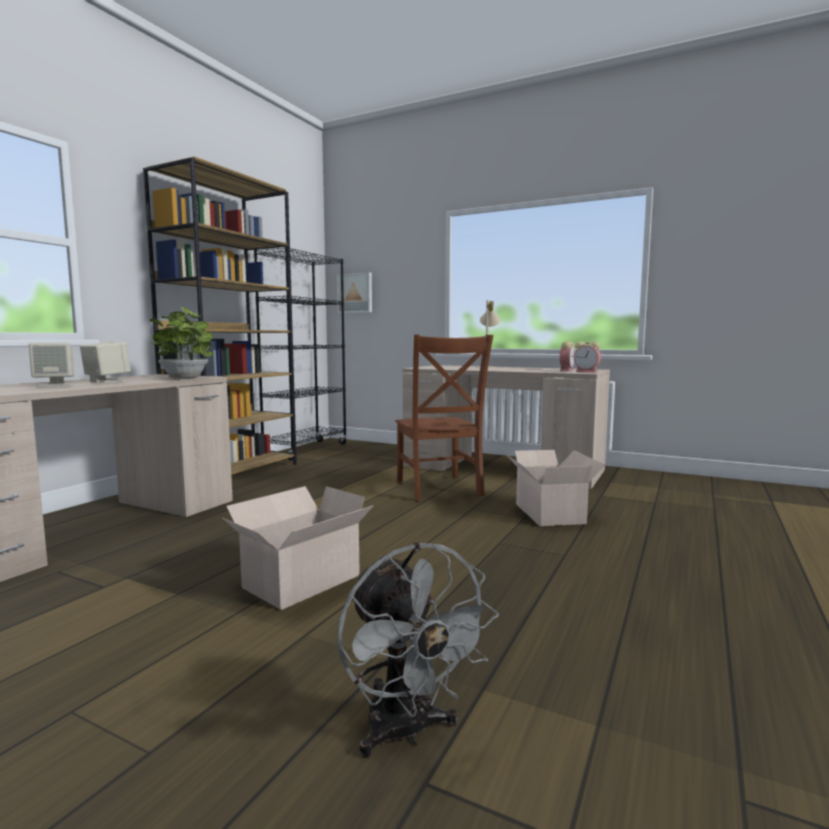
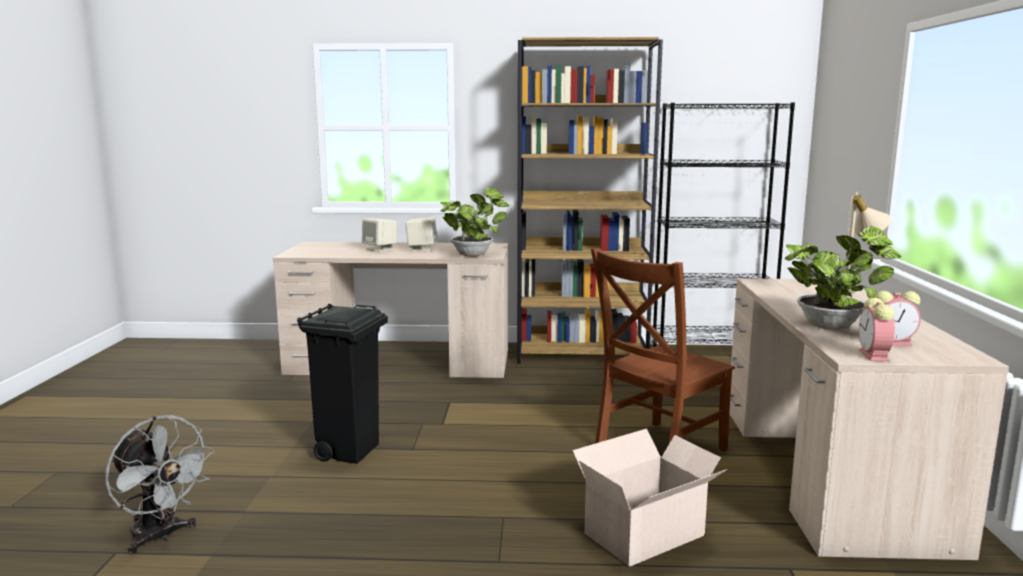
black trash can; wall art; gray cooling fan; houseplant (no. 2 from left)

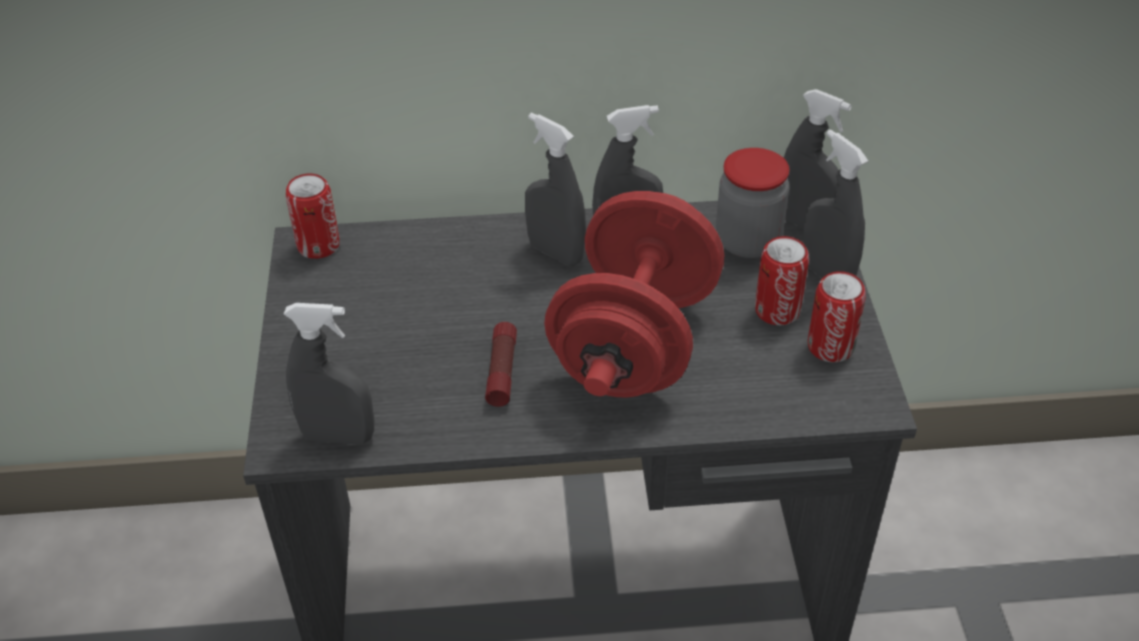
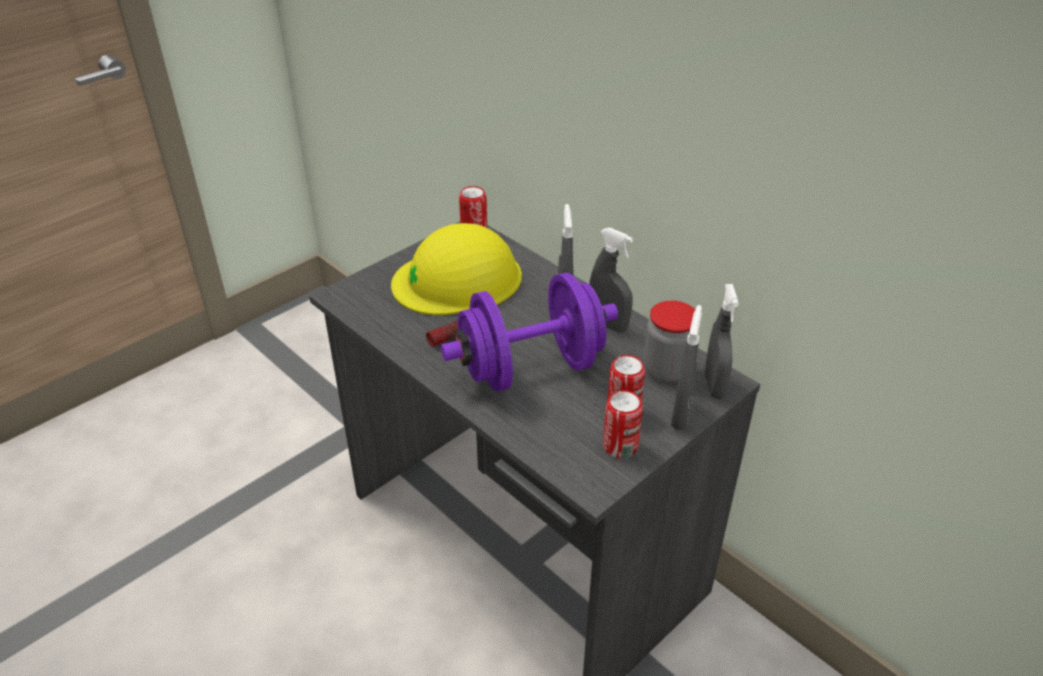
gray hand sprayer (no. 1 from left in the first image); purple-coloured dumbbell; yellow work helmet

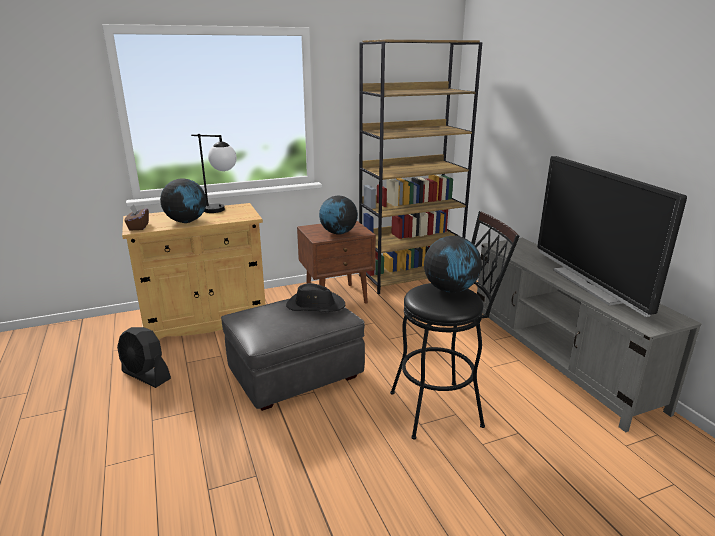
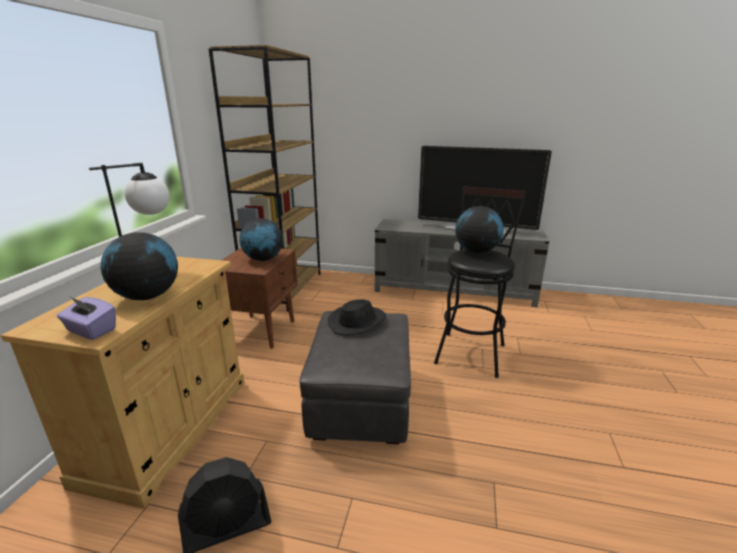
purple-coloured tissue holder

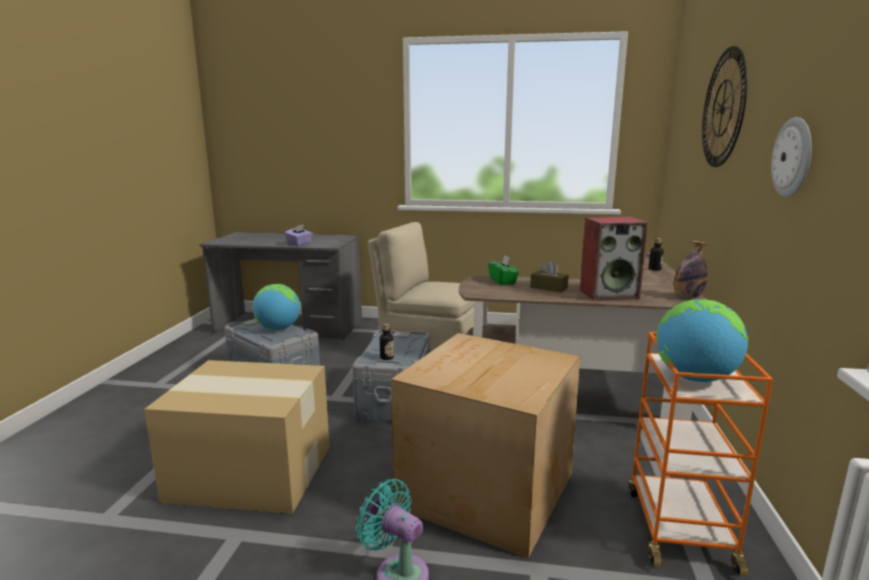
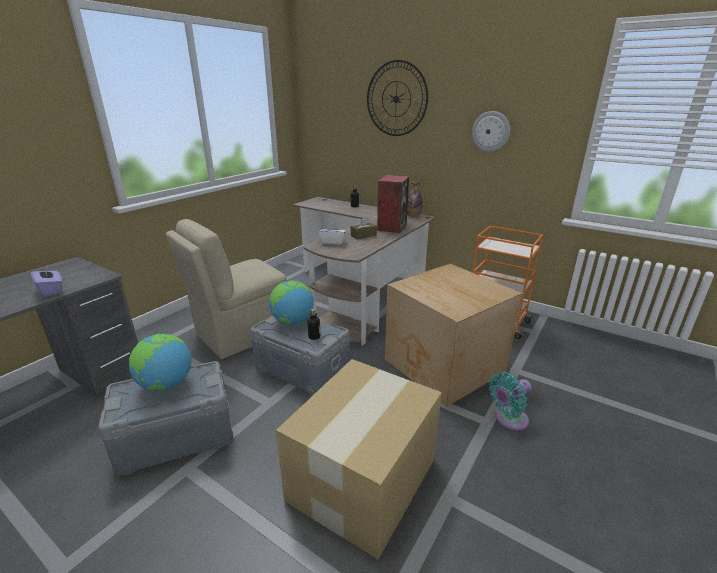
whitish tissue holder; world globe (no. 2 from left)

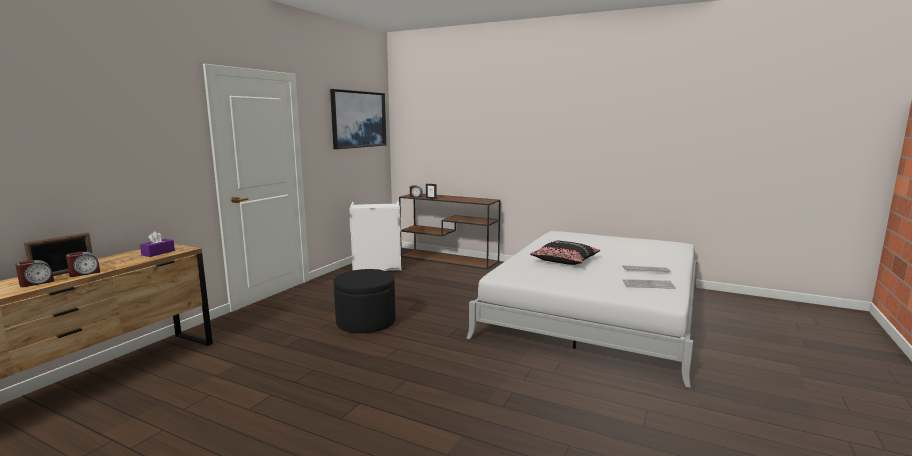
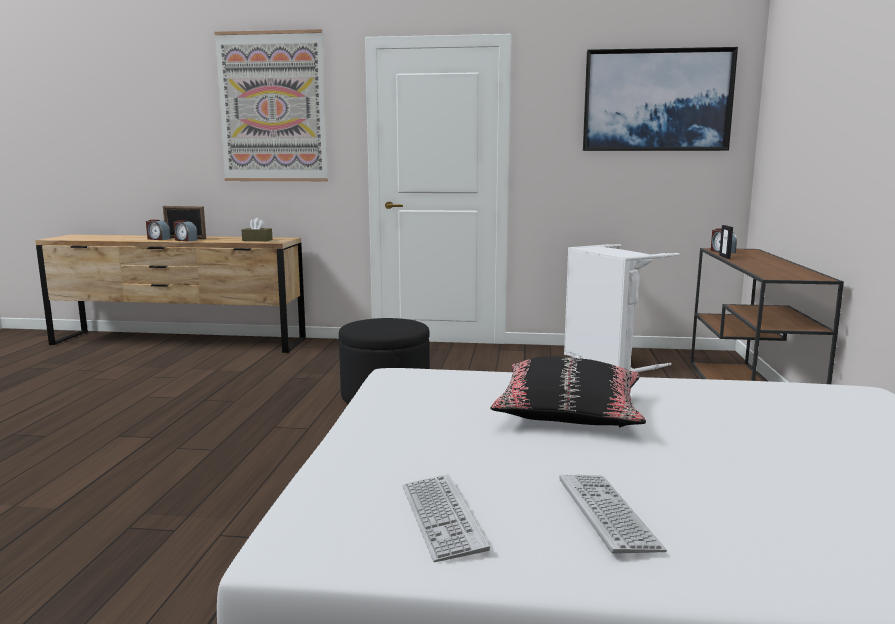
brown-coloured tissue holder; wall art (no. 1 from left)

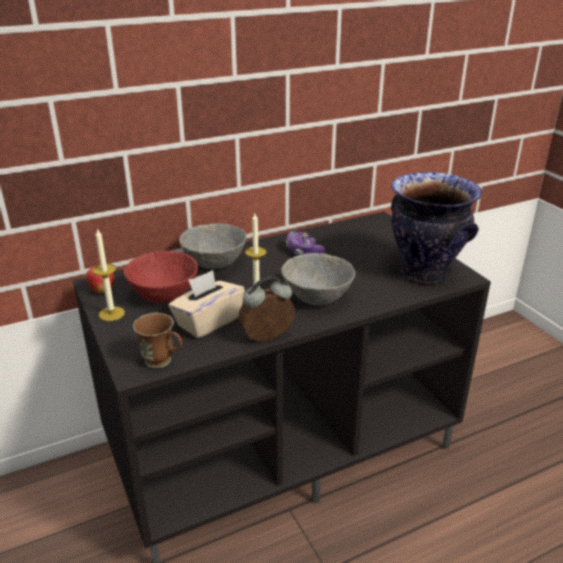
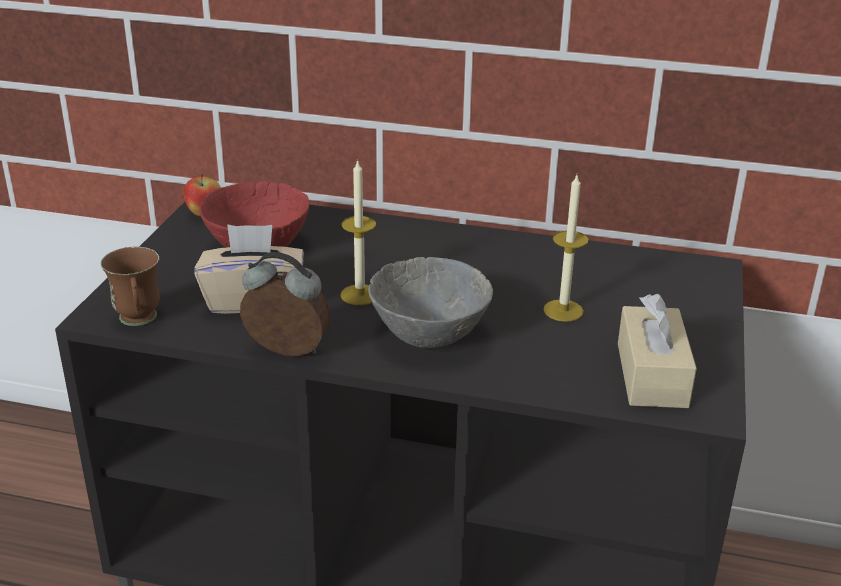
candle (no. 2 from left); gray bowl (no. 1 from left in the first image); game controller; sand-coloured tissue holder (no. 2 from left)

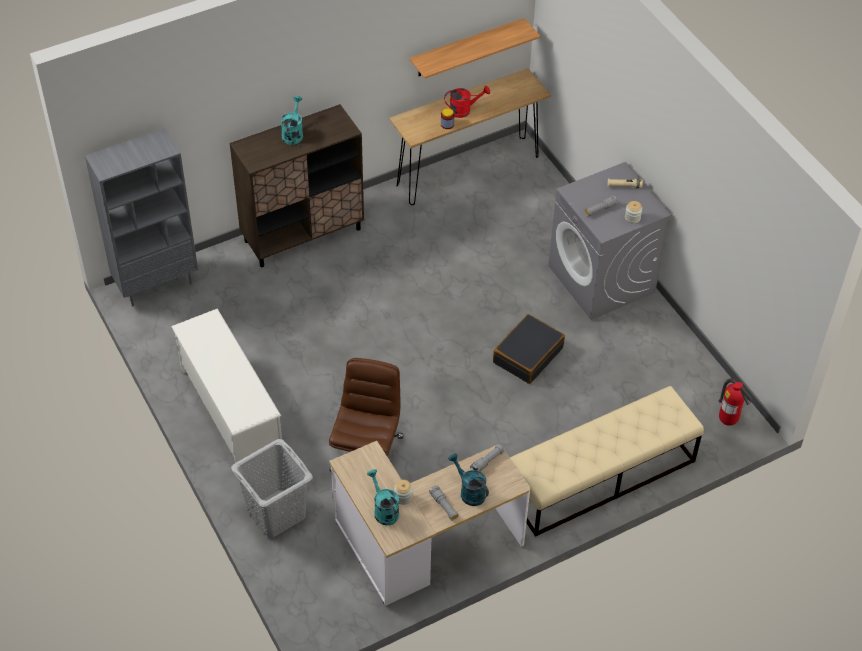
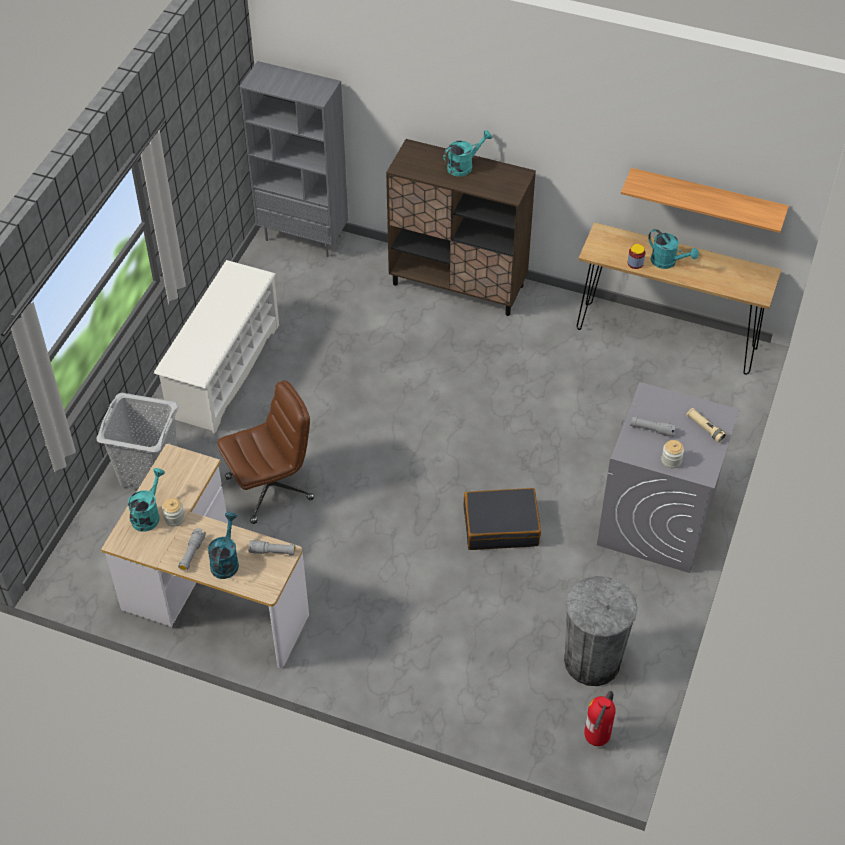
turquoise-coloured watering can (no. 4 from left); sand-coloured bench; gray trash can

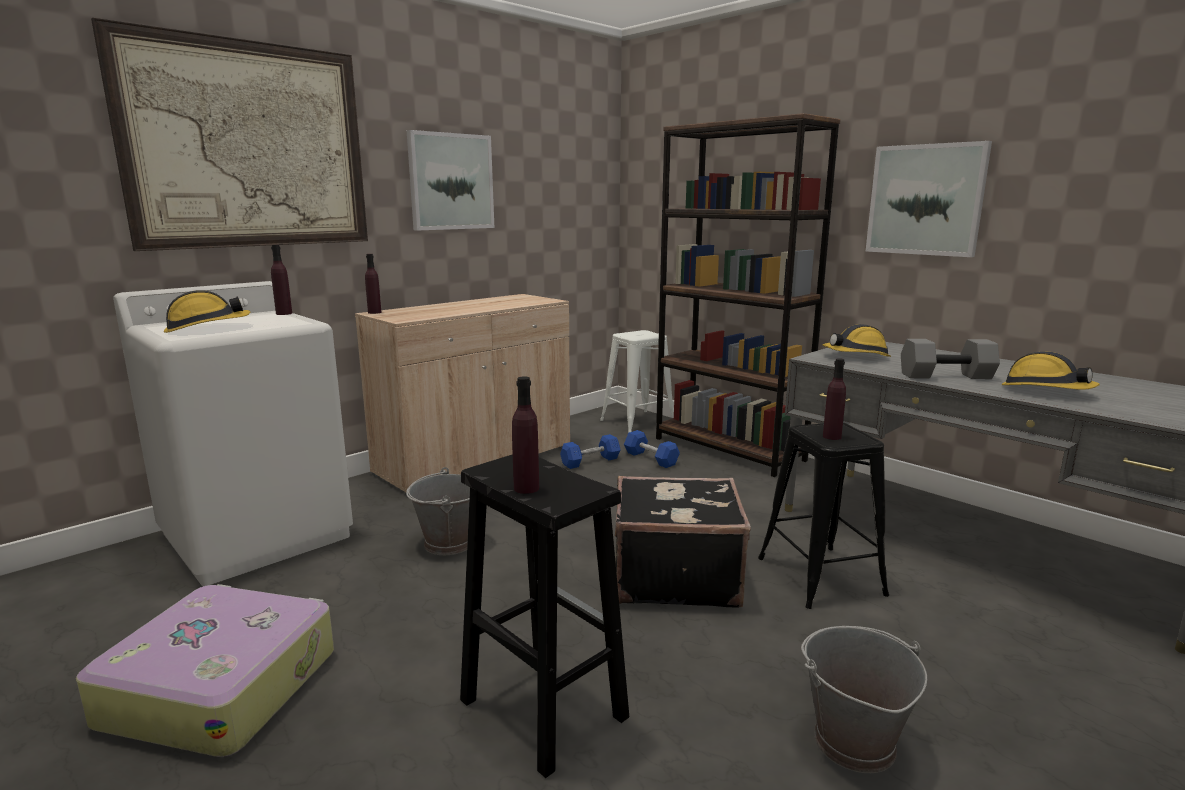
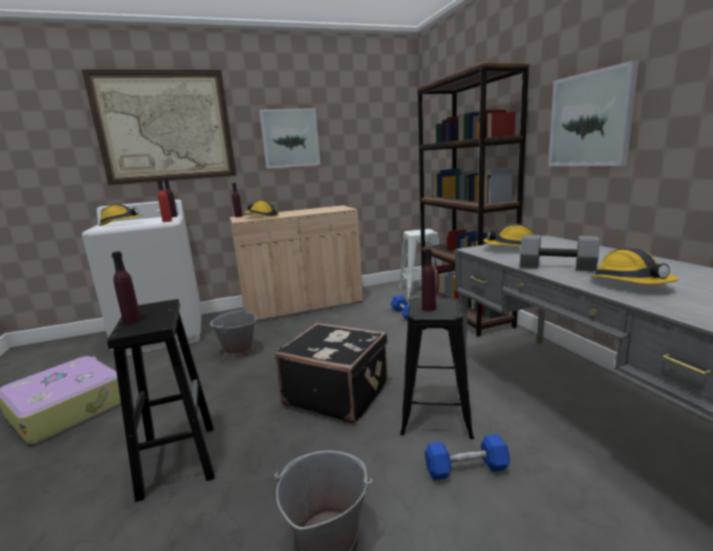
bluish dumbbell (no. 2 from left); reddish bottle; work helmet (no. 2 from left)

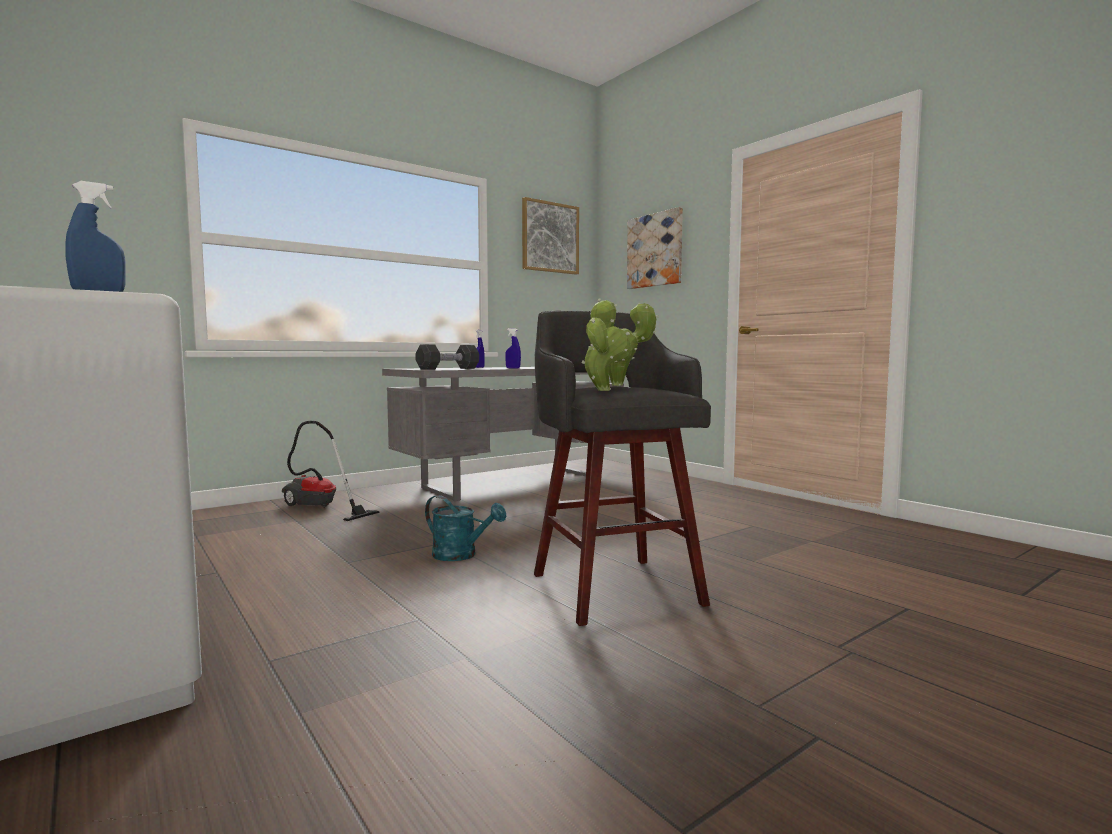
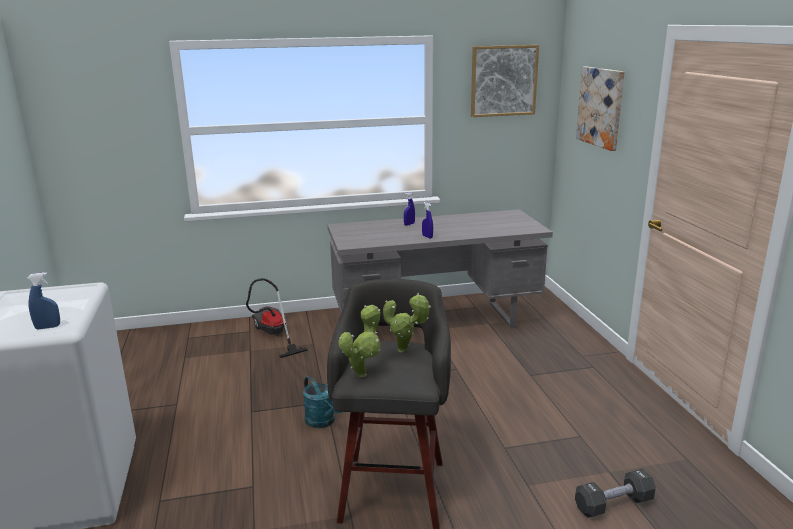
black dumbbell

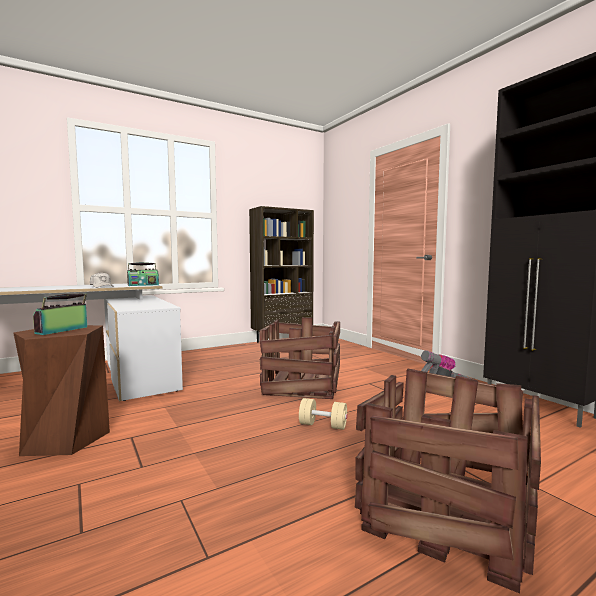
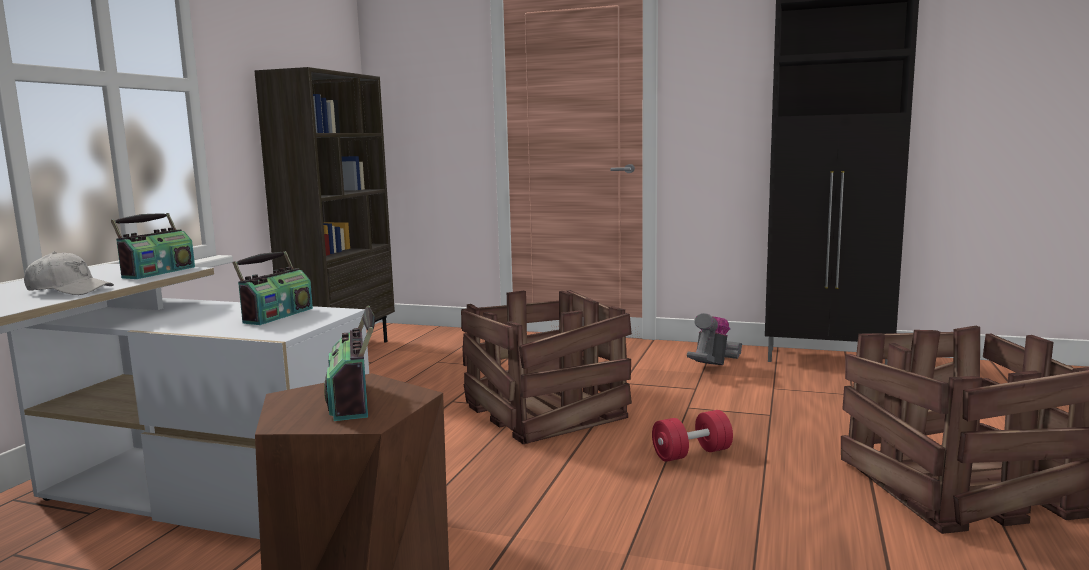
reddish dumbbell; radio set (no. 2 from left)

